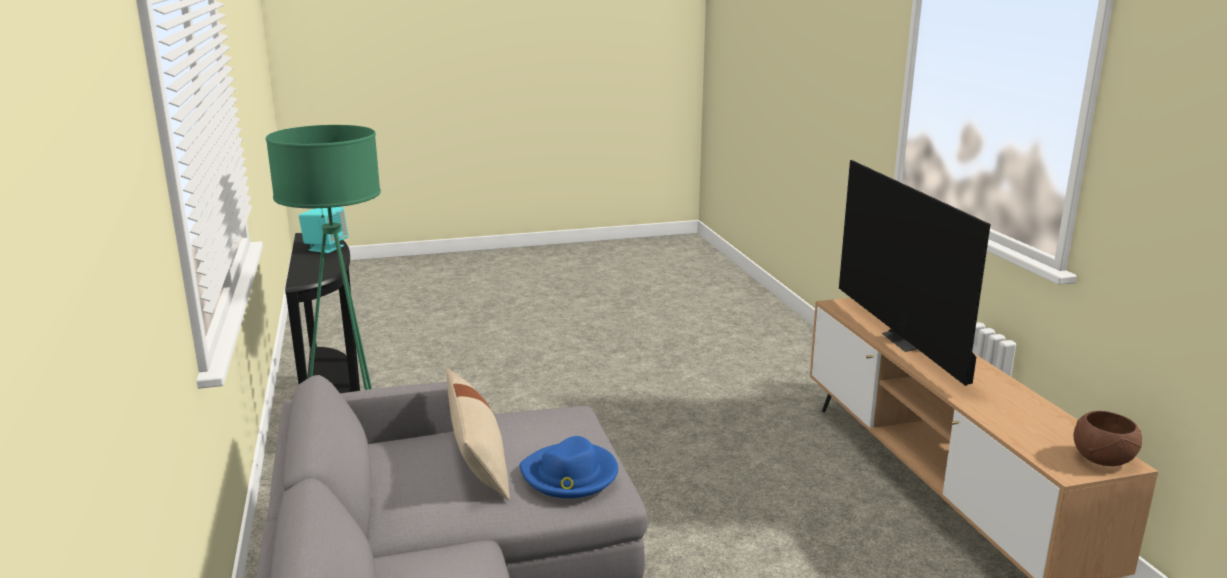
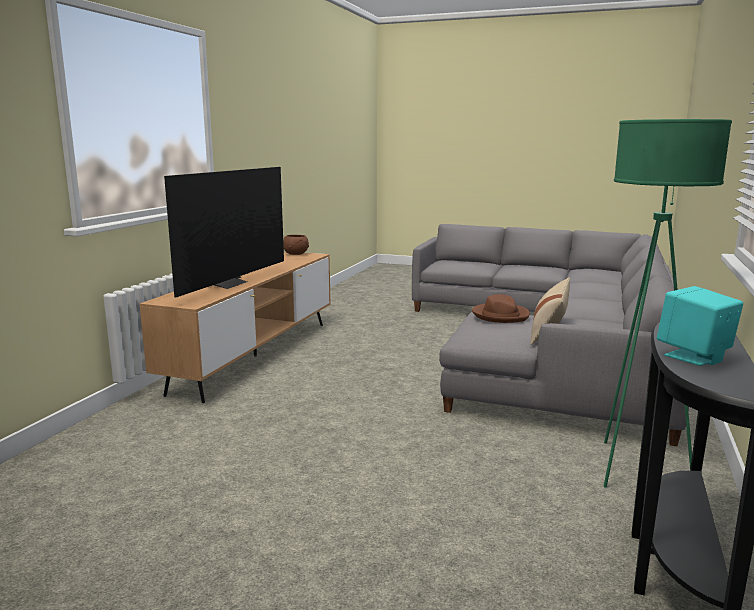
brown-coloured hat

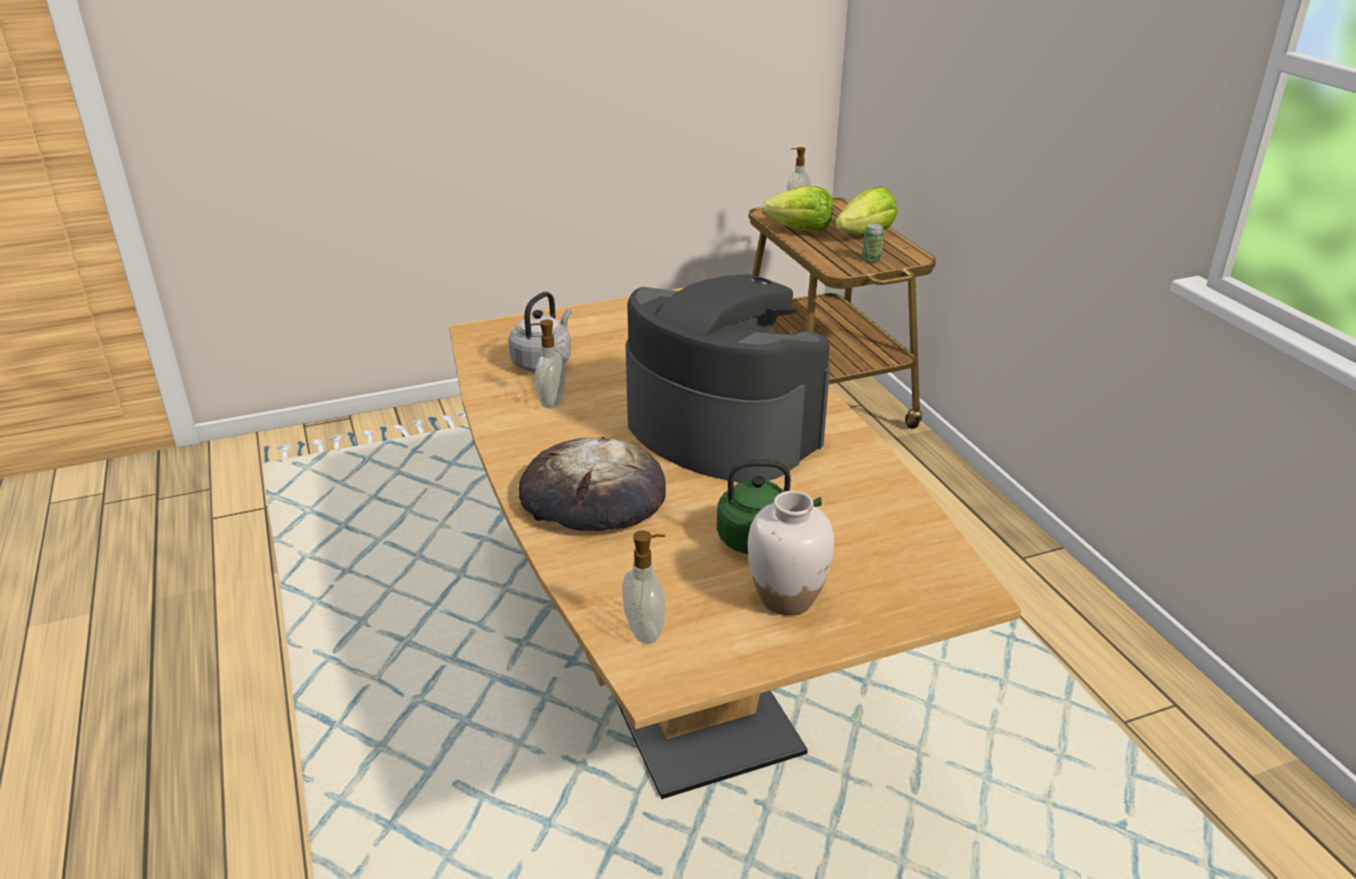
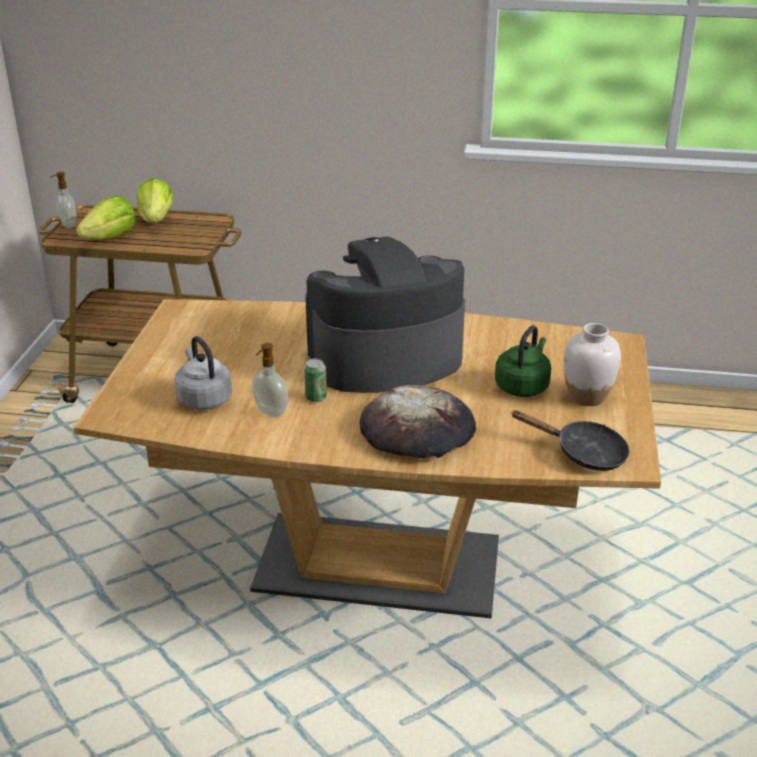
black pan; metal can

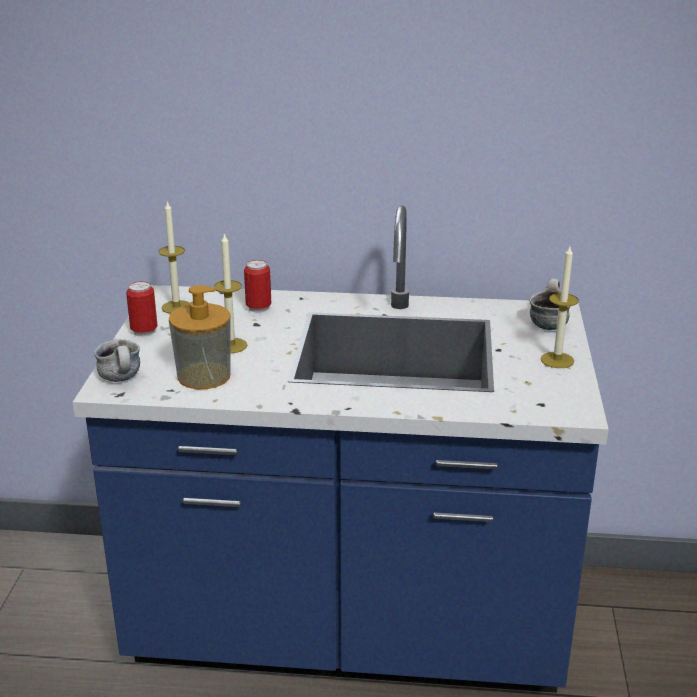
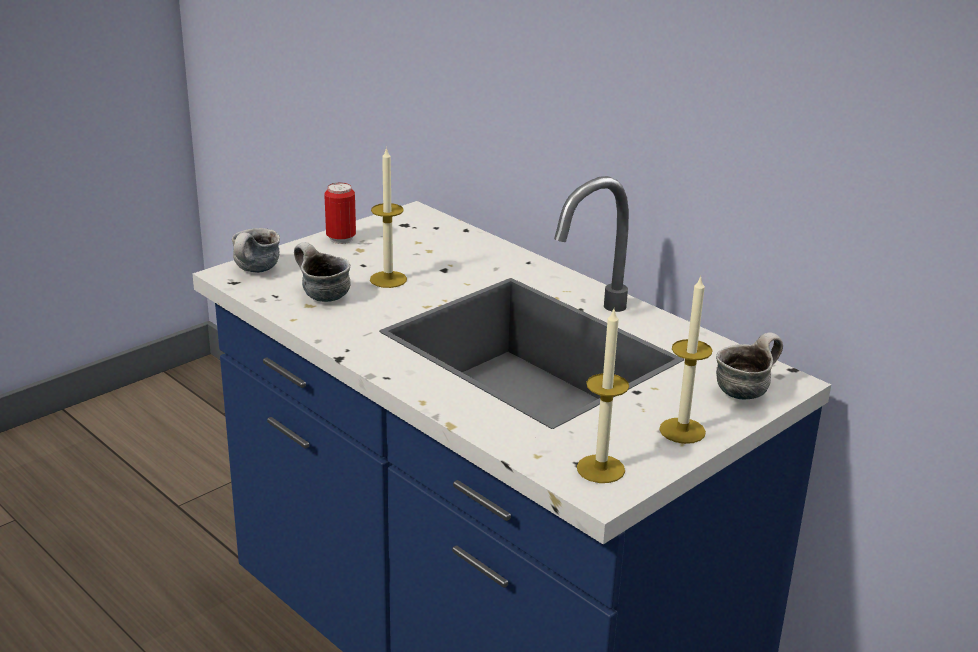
candle (no. 2 from left); mug (no. 2 from left); metal can (no. 2 from left in the first image)

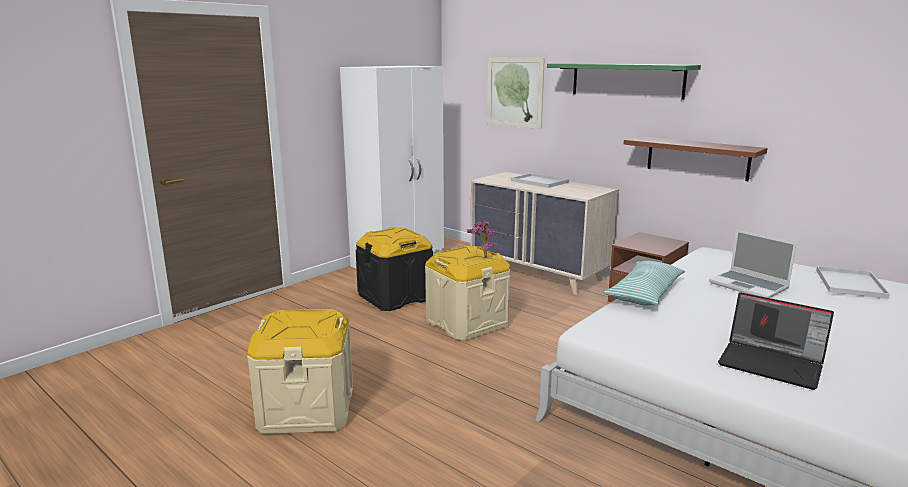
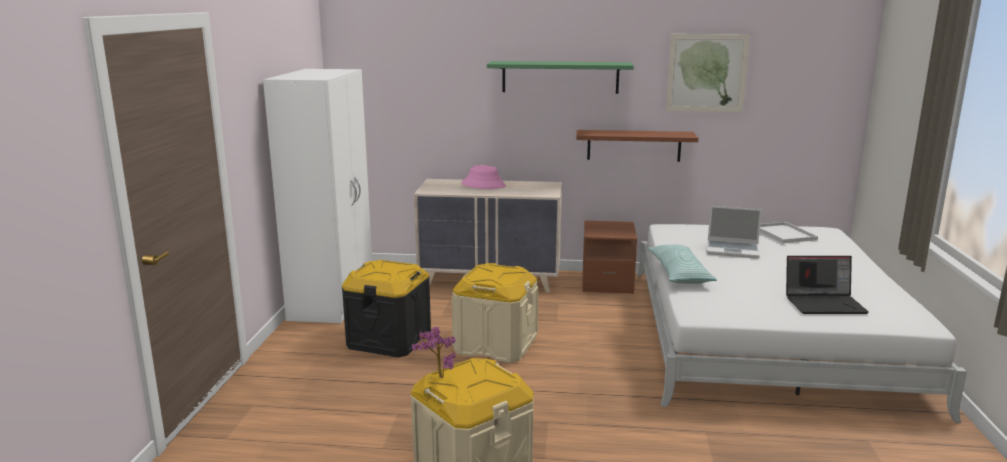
houseplant; wall art; pinkish hat

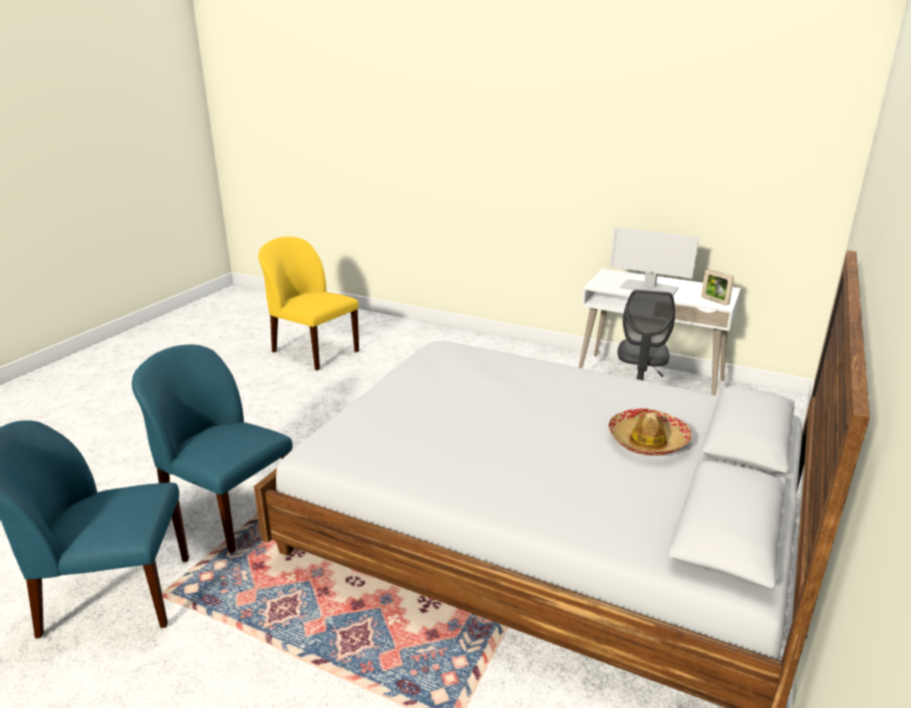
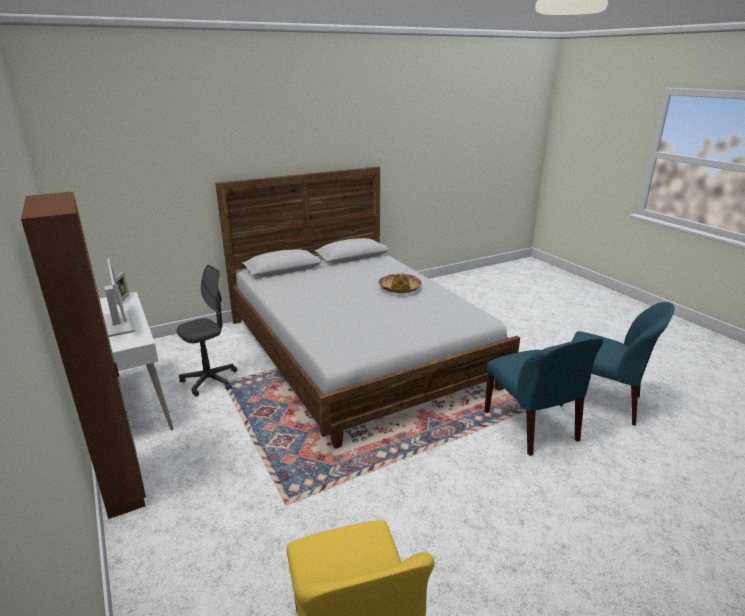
hat; brown-coloured wardrobe

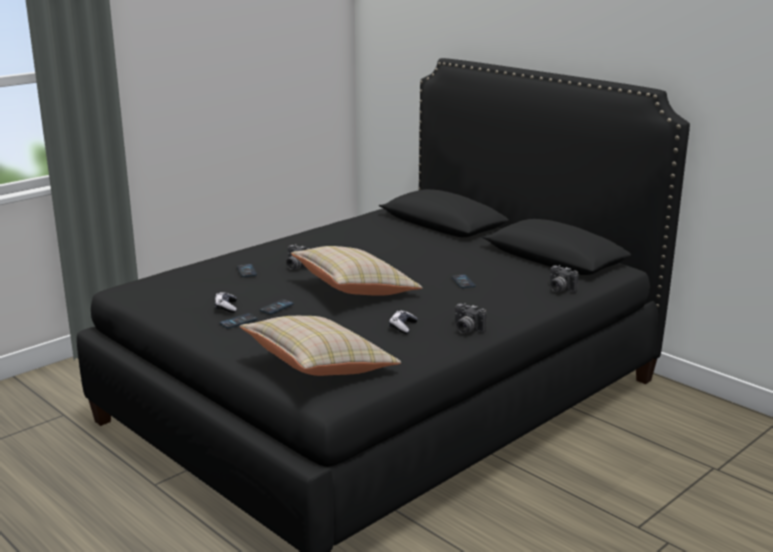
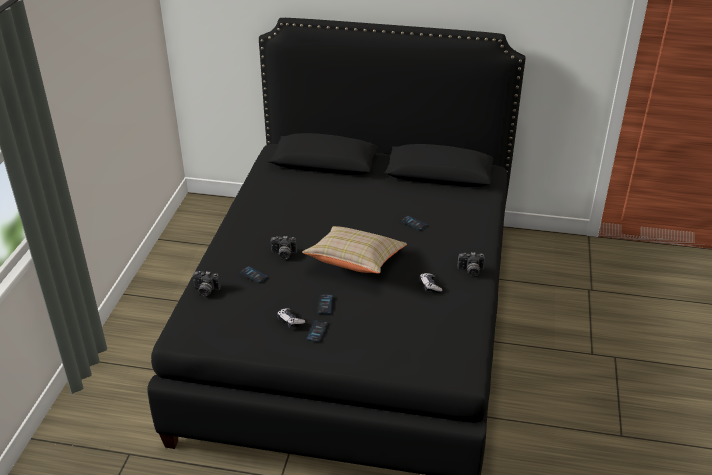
sand-coloured throw pillow (no. 1 from left in the first image); photo camera (no. 1 from left)

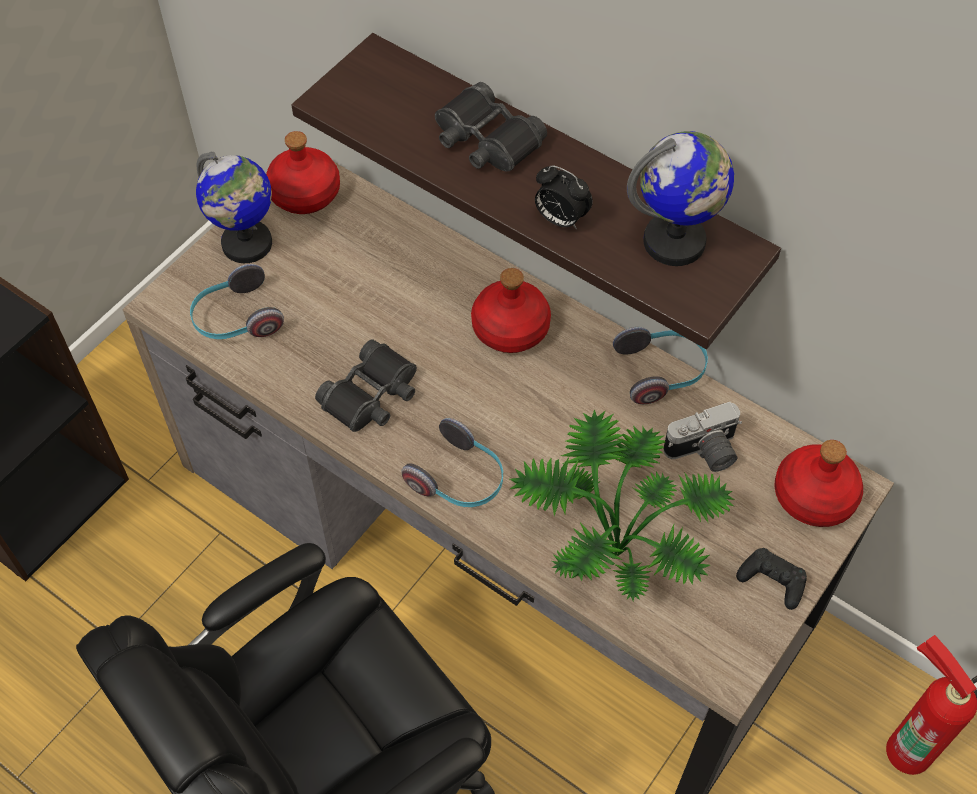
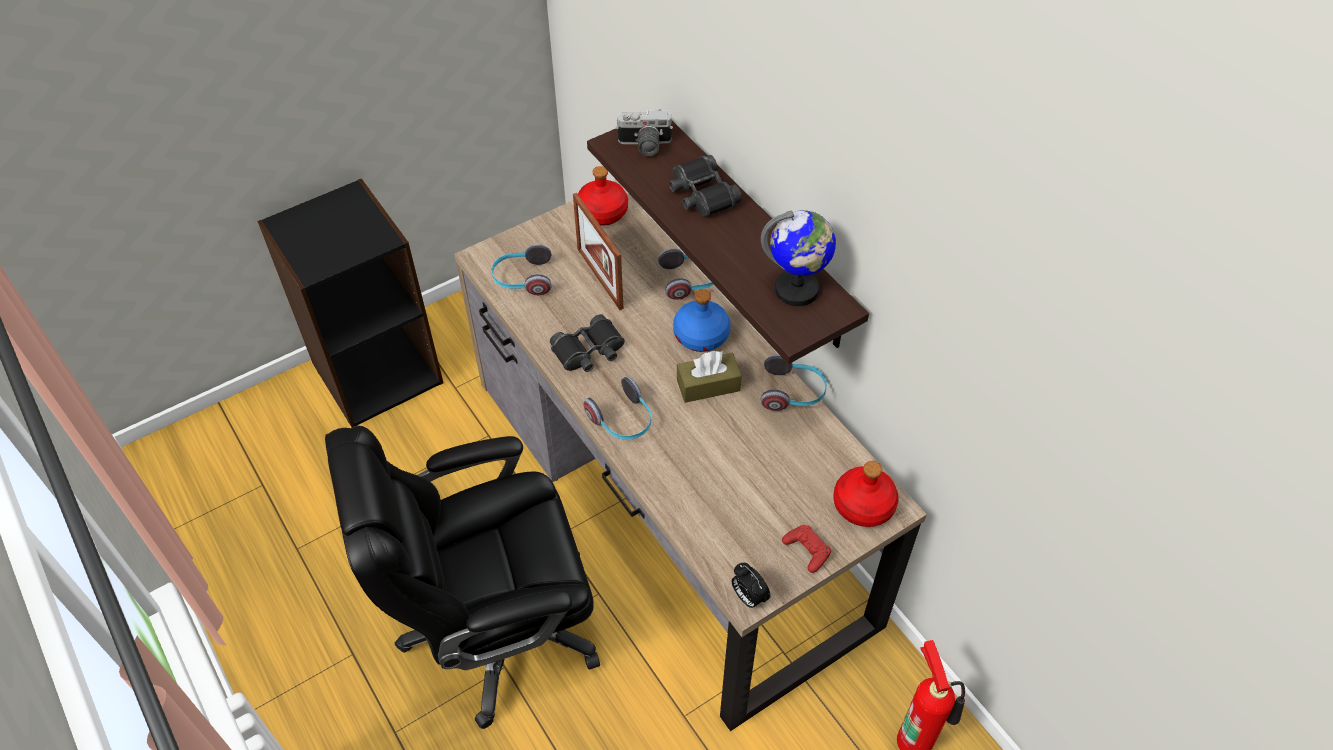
world globe (no. 1 from left in the first image); bluish bottle; houseplant; bedside clock; photo camera; reddish game controller; standing frame; pair of headphones (no. 3 from left); brown-coloured tissue holder

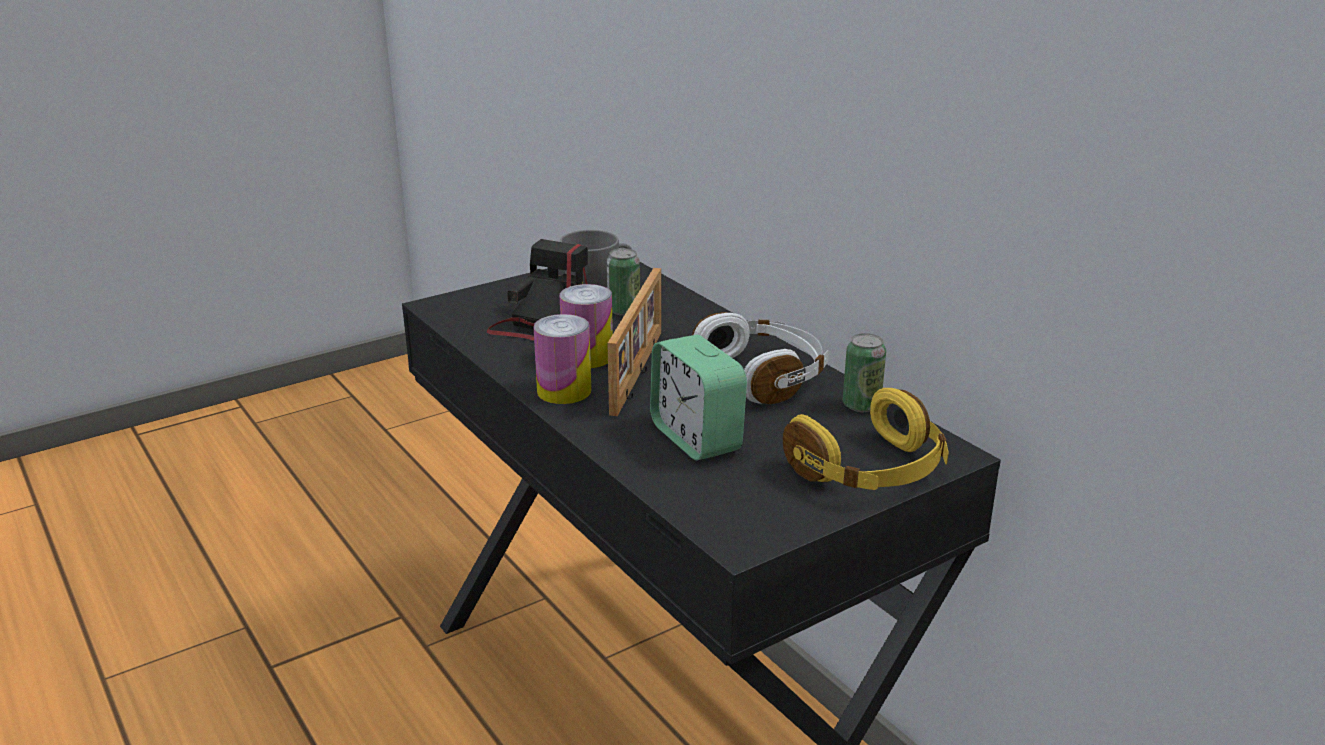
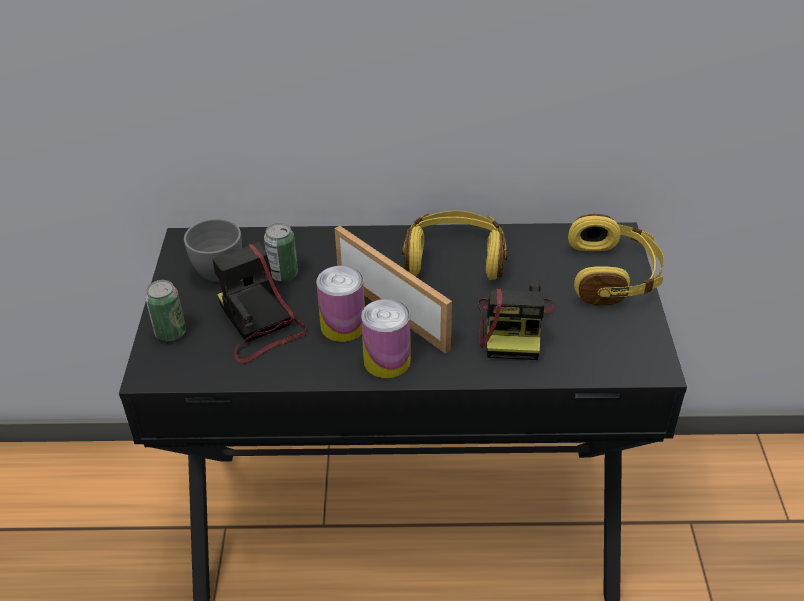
photo camera (no. 2 from left); yellow pair of headphones (no. 1 from left); metal can (no. 1 from left)

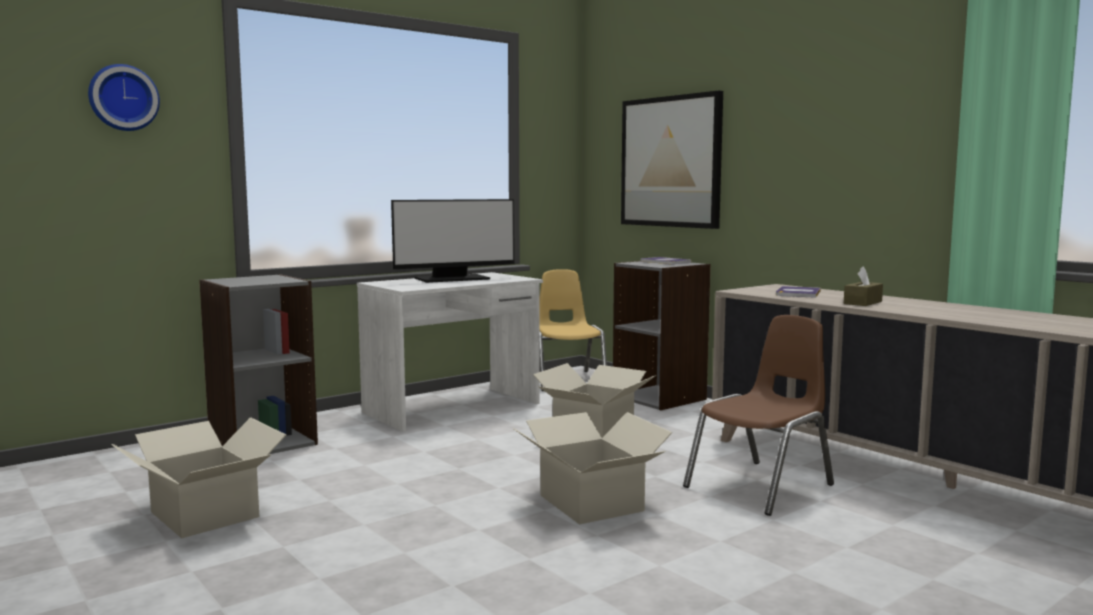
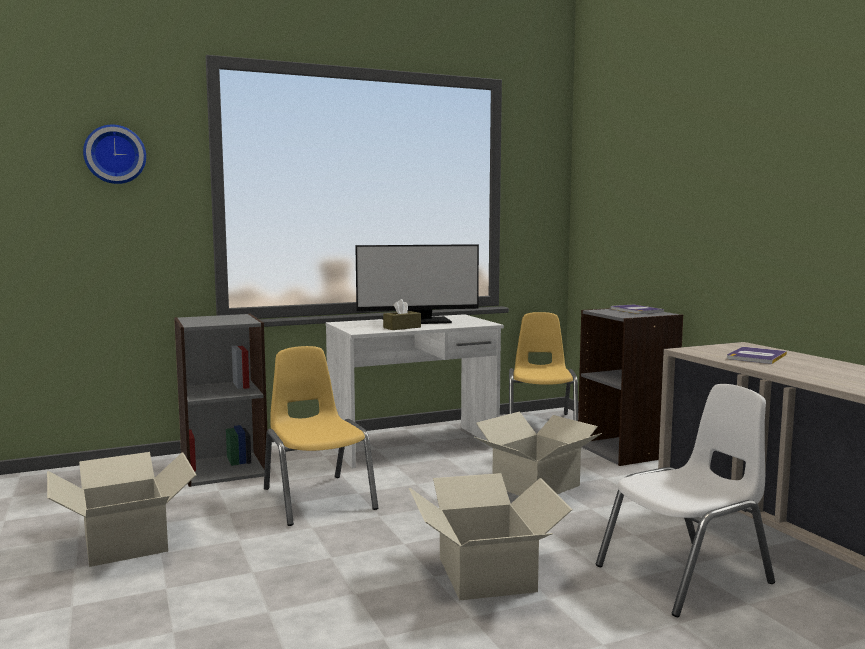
wall art; whitish chair; brown-coloured tissue holder; yellow chair (no. 1 from left)

